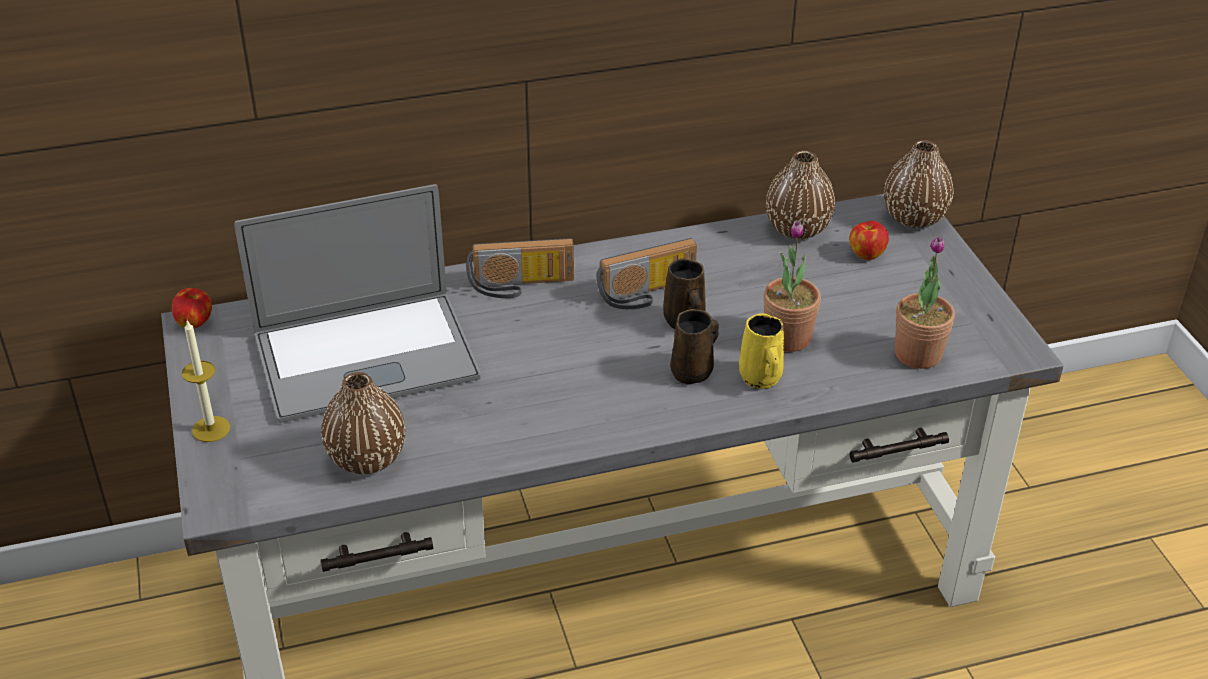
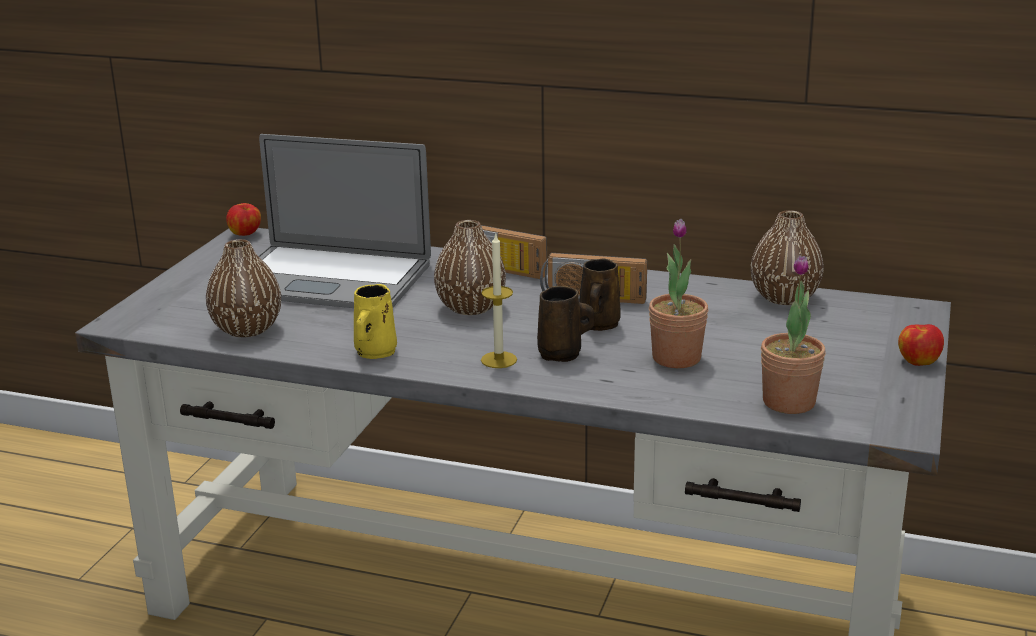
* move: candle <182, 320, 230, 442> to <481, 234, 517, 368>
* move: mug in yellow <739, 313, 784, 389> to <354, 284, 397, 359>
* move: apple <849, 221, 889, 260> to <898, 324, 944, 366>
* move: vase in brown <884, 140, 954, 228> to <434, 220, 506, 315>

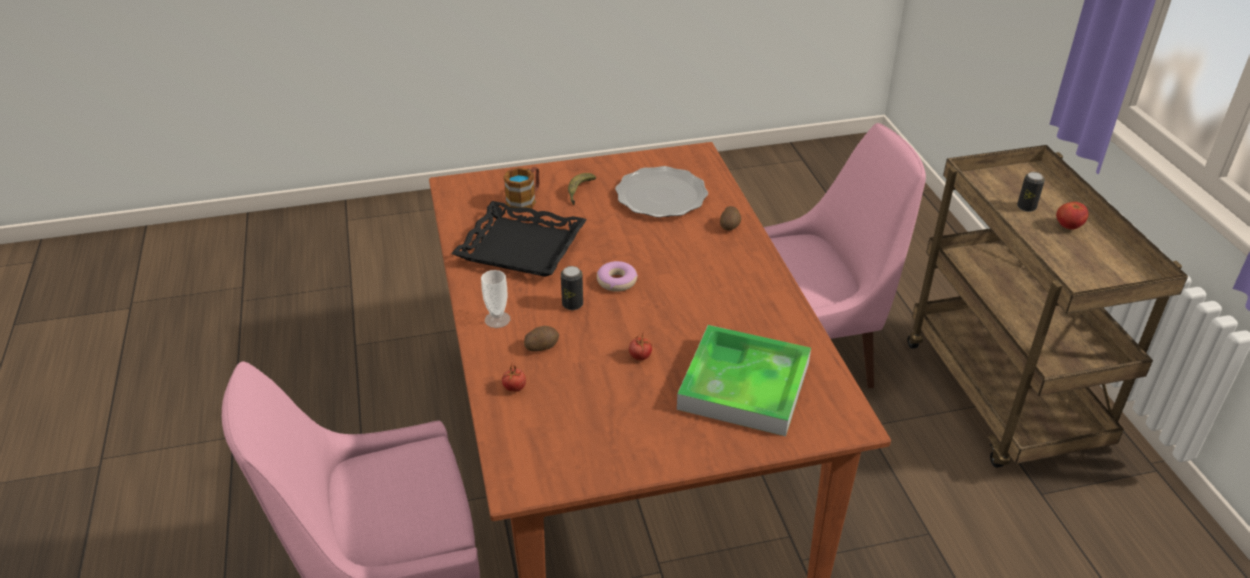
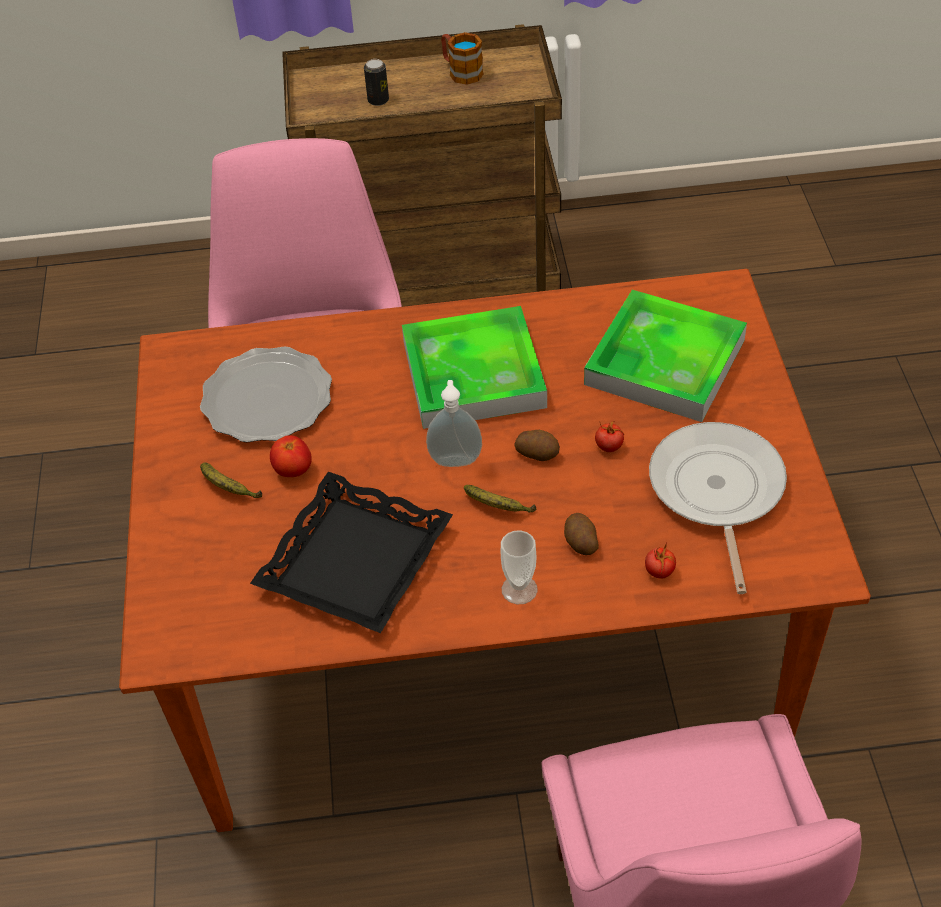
* insert: tray <402, 306, 547, 429>
* insert: frying pan <649, 422, 787, 594>
* move: mug <504, 167, 539, 209> to <441, 32, 483, 85>
* move: potato <720, 206, 741, 230> to <514, 430, 560, 461>
* move: tomato <1056, 202, 1088, 229> to <270, 435, 312, 477>
* replace: can <561, 266, 583, 310> to banana <464, 485, 536, 513>
* replace: donut <597, 261, 638, 292> to soap dispenser <426, 380, 482, 467>

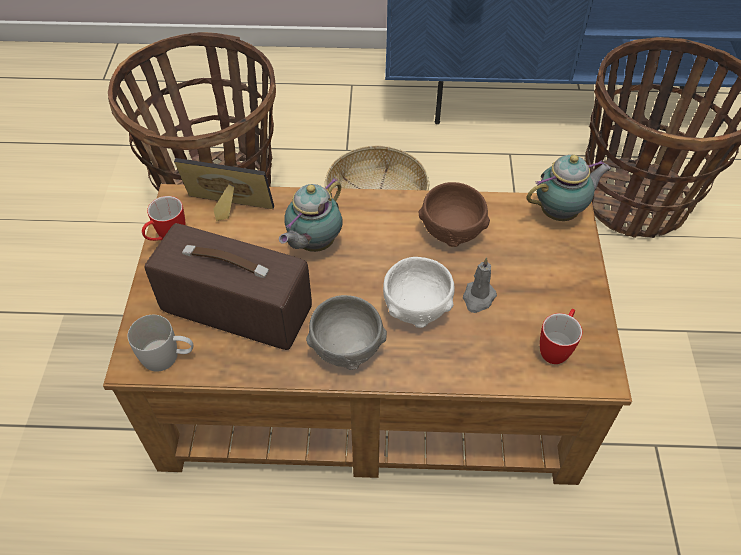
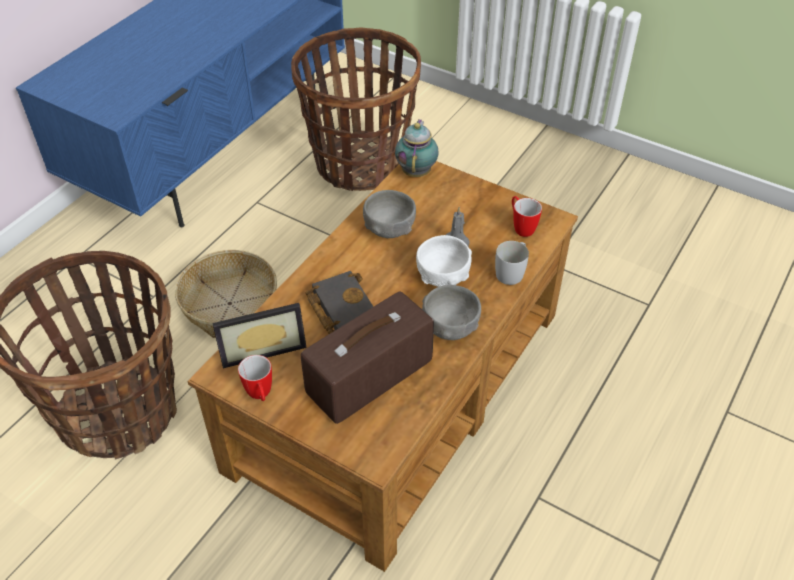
* move: mug in white <128, 315, 193, 372> to <495, 241, 529, 285>
* replace: teapot <279, 178, 343, 252> to book in black <305, 271, 373, 334>
* recolor: bowl in brown <419, 182, 490, 247> to bowl in grey <363, 190, 416, 238>
* rotate: picture frame <174, 158, 274, 221> = <212, 303, 307, 368> 150 degrees counterclockwise

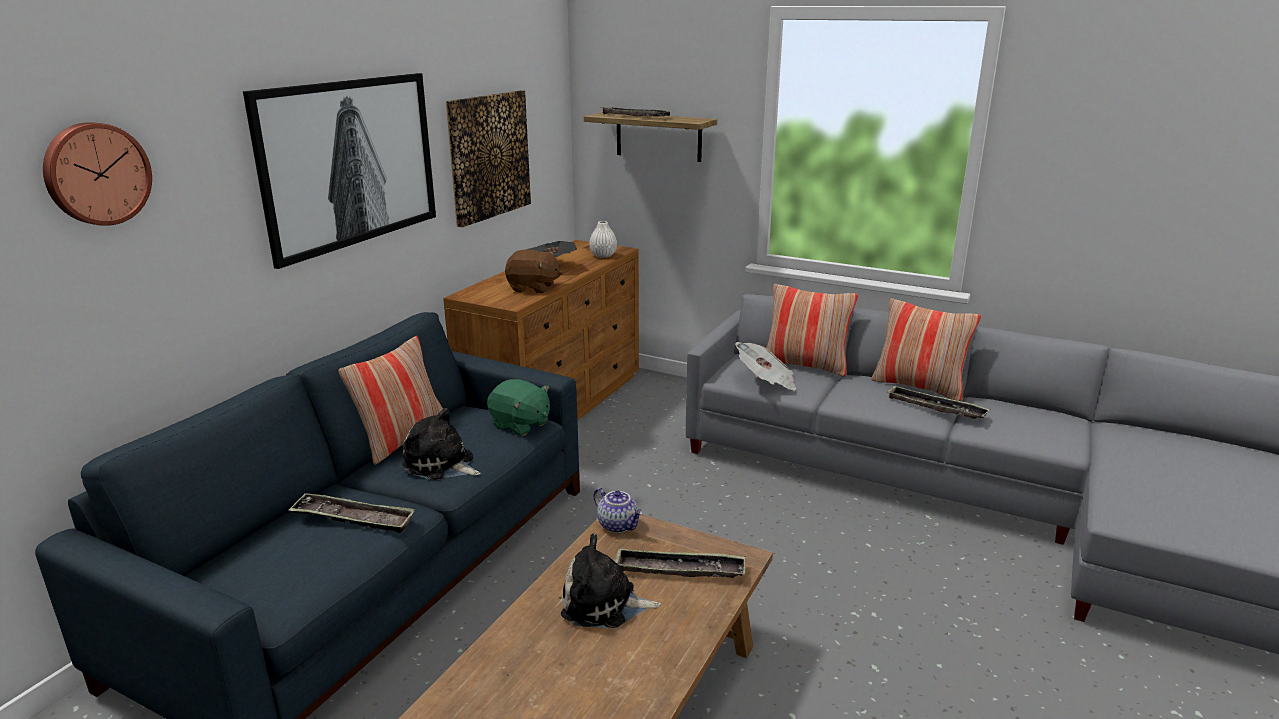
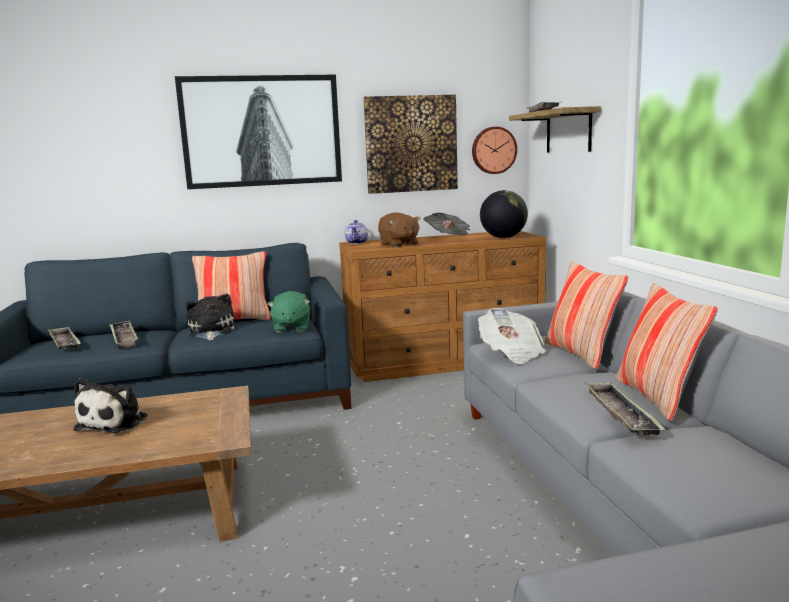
* move: wall clock <43, 122, 152, 226> to <472, 127, 517, 174>
* move: teapot <593, 488, 643, 533> to <345, 220, 368, 244>
* move: tray <615, 548, 745, 578> to <48, 327, 81, 349>
* replace: vase in white <589, 221, 617, 258> to globe <480, 190, 528, 238>
* rotate: plush toy <561, 534, 661, 628> = <74, 378, 148, 433> 135 degrees counterclockwise

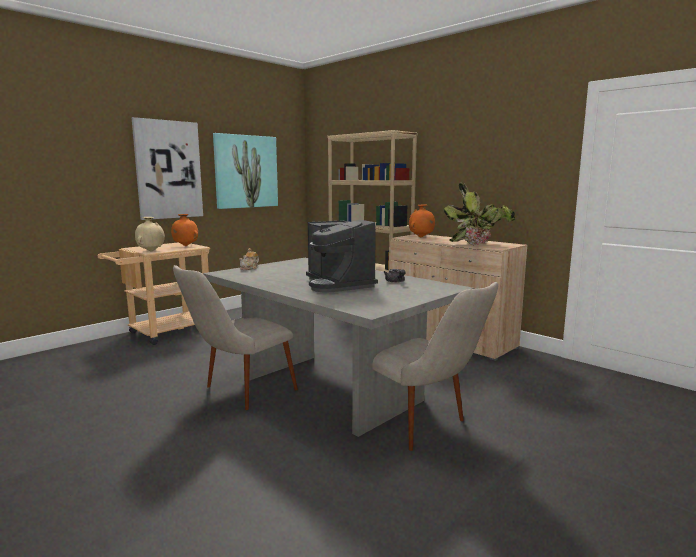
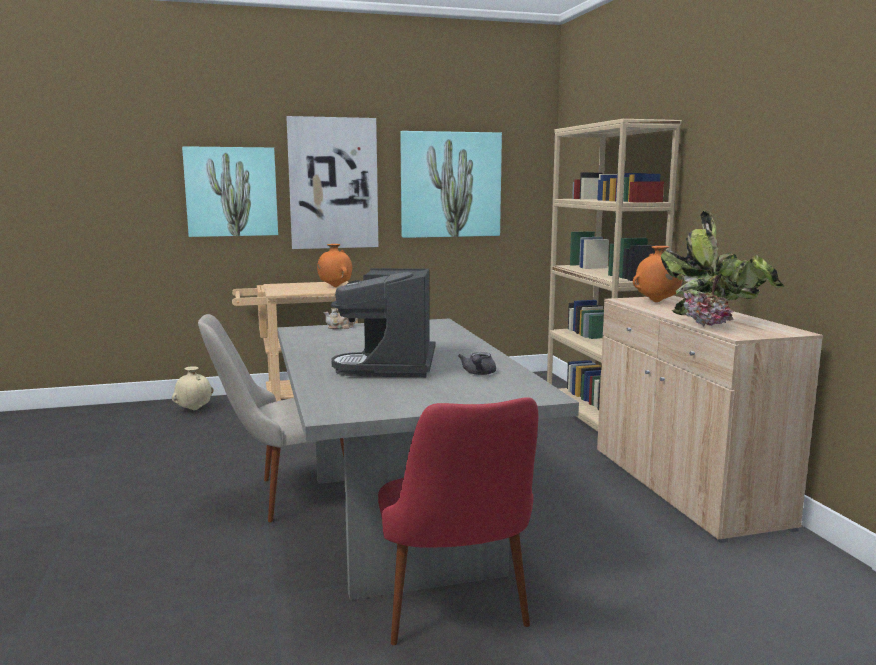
* insert: picture <182, 146, 278, 237>
* move: vase in beige <135, 217, 165, 251> to <172, 366, 214, 410>
* recolor: chair in beige <372, 282, 498, 451> to chair in red <378, 397, 538, 645>

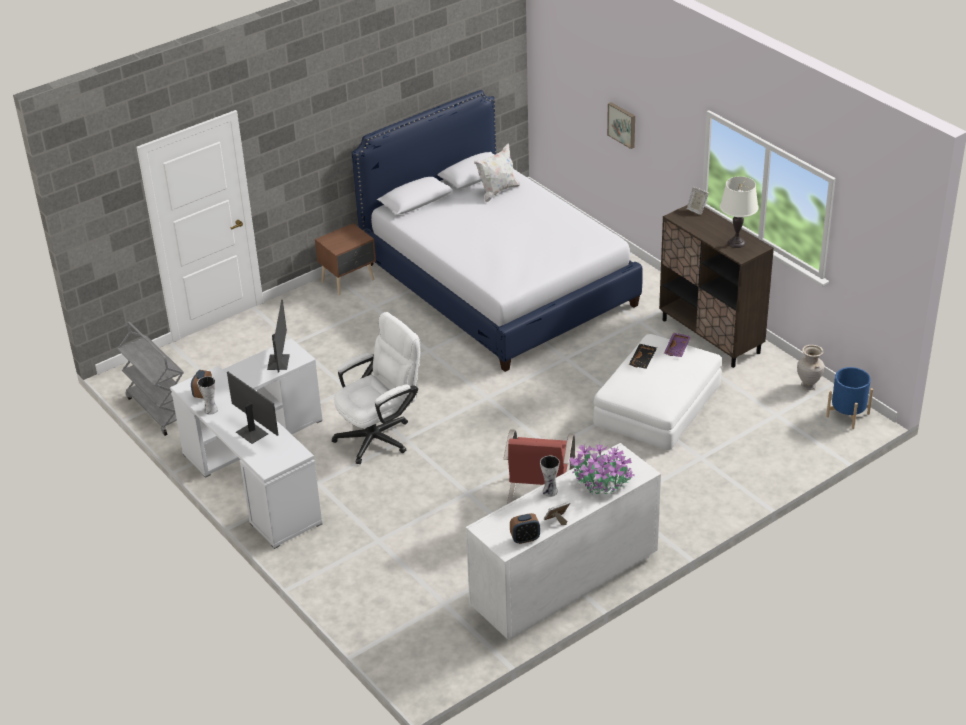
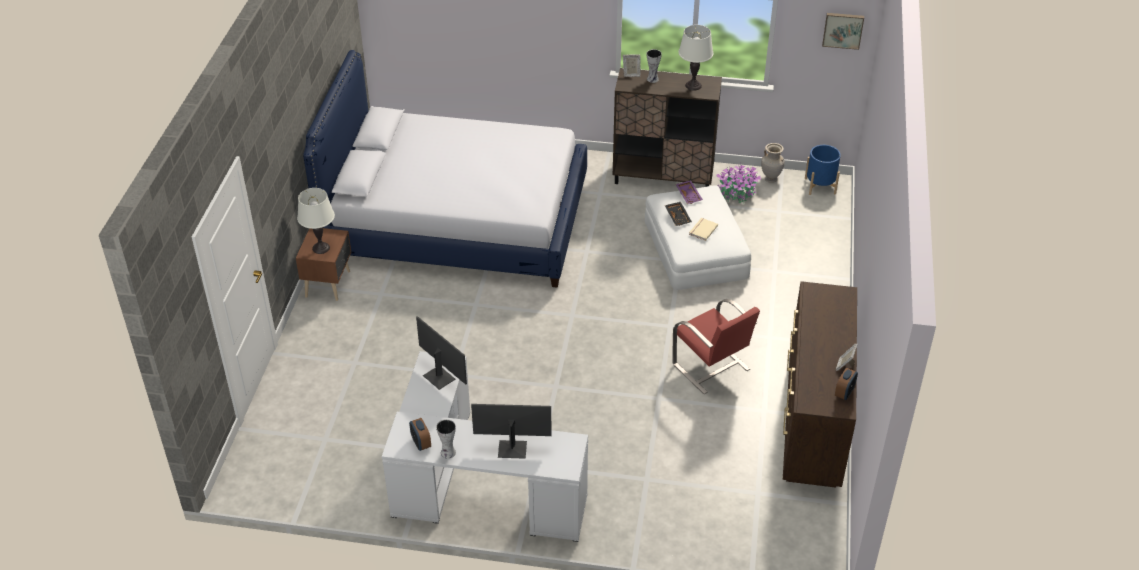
* delete: cart in grey <117, 322, 184, 436>
* delete: office chair in white <332, 312, 421, 464>
* delete: pillow in white <474, 143, 520, 202>
* insert: table lamp in white <297, 188, 335, 254>
* insert: book in beige <689, 218, 718, 241>
* move: vase <540, 456, 560, 497> to <647, 49, 662, 83>
* move: potted plant <569, 444, 635, 494> to <716, 165, 761, 204>
* move: picture <607, 102, 635, 149> to <822, 13, 864, 50>
* recolor: dresser in white <466, 443, 661, 640> to dresser in brown <783, 281, 857, 488>

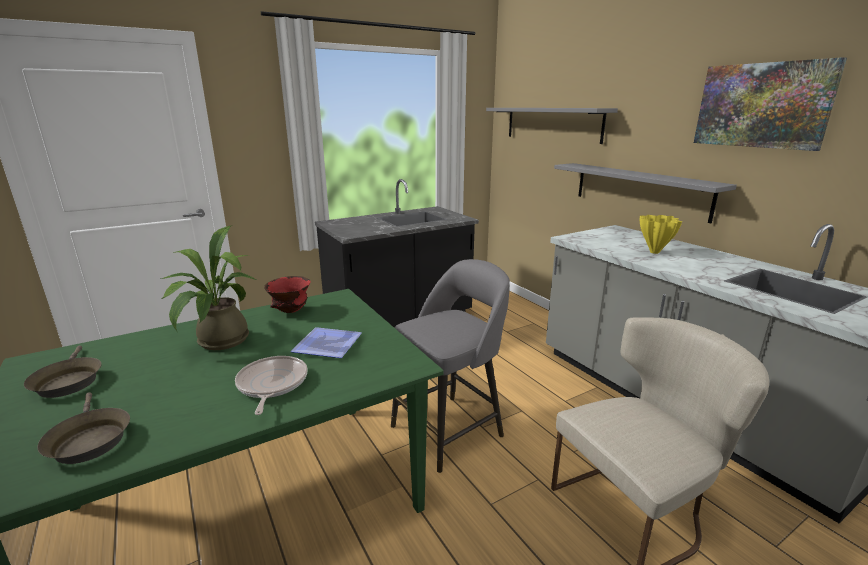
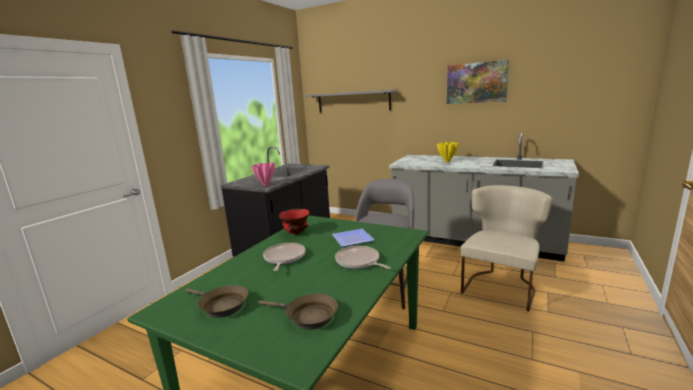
* delete: shelf in grey <554, 163, 737, 223>
* insert: vase in pink <252, 163, 275, 186>
* replace: potted plant <160, 226, 258, 350> to frying pan <263, 243, 306, 271>

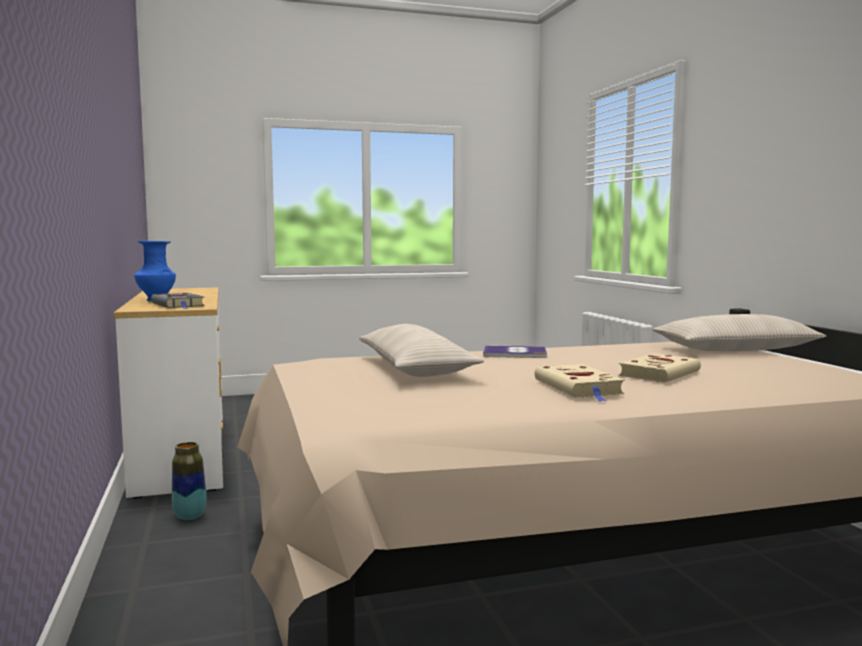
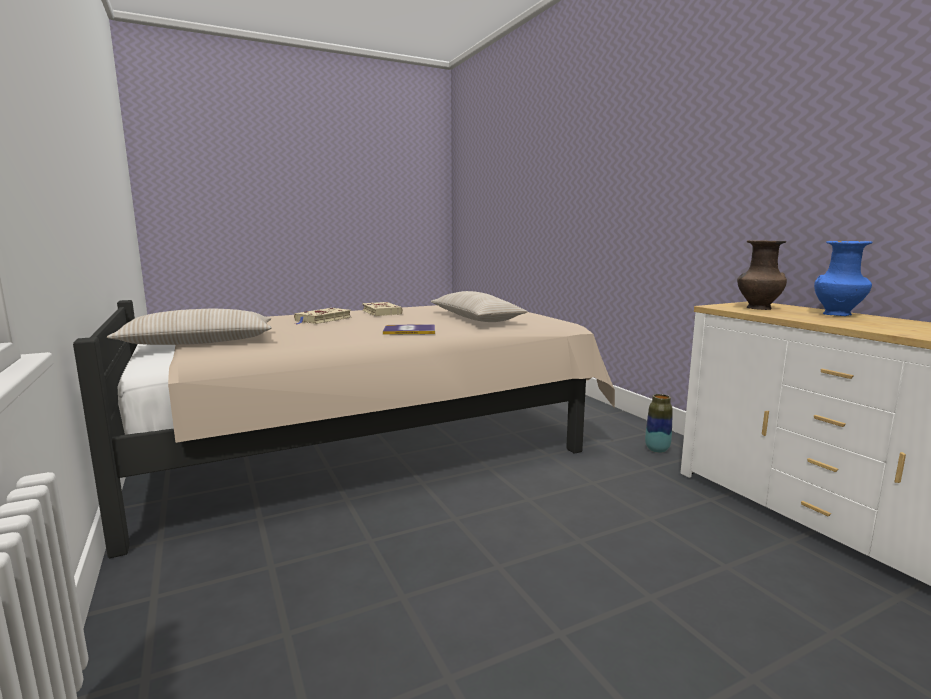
* replace: book in grey <151, 293, 205, 309> to vase in brown <737, 240, 787, 310>

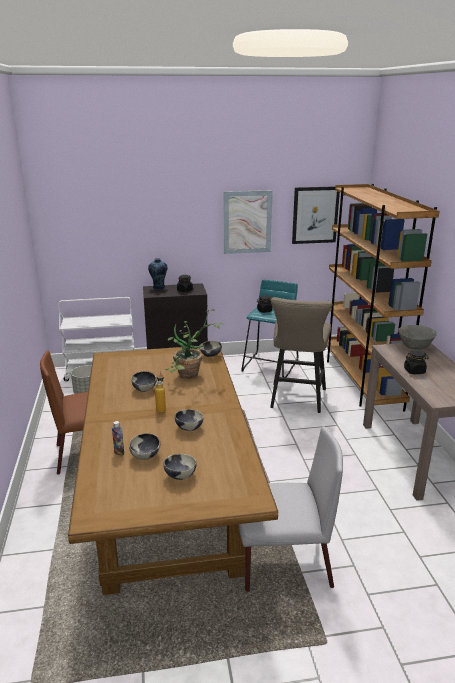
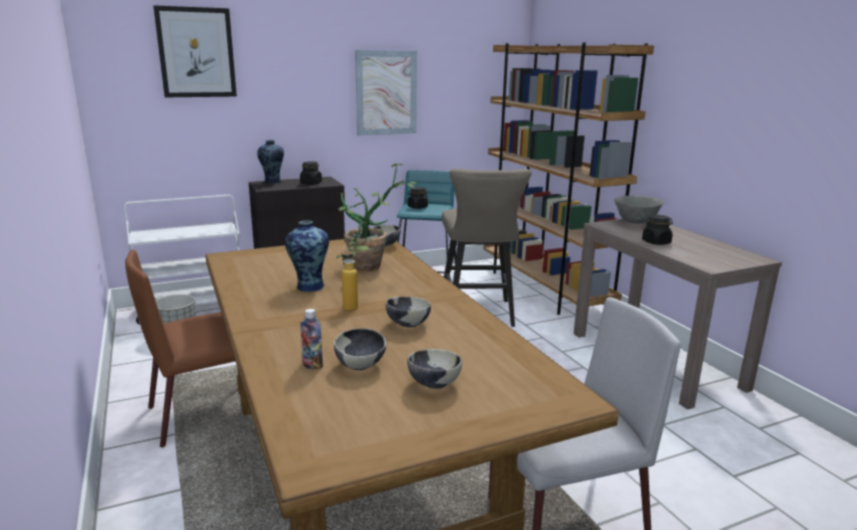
* move: picture <292, 186, 340, 244> to <153, 5, 237, 97>
* replace: bowl <131, 371, 157, 392> to vase <285, 220, 329, 292>

